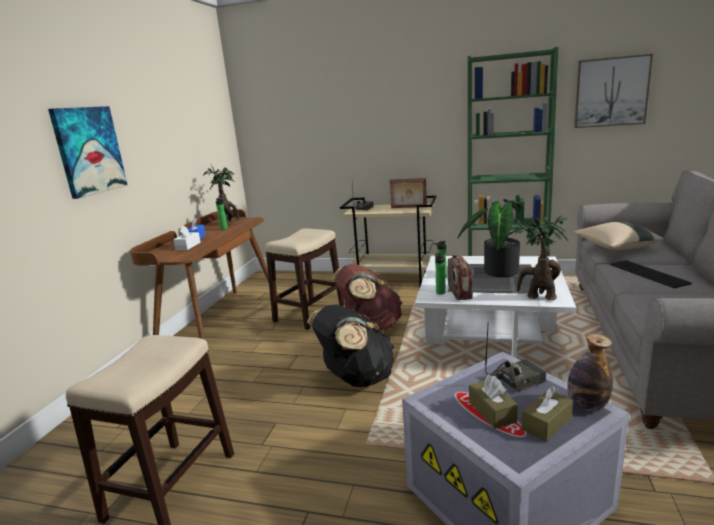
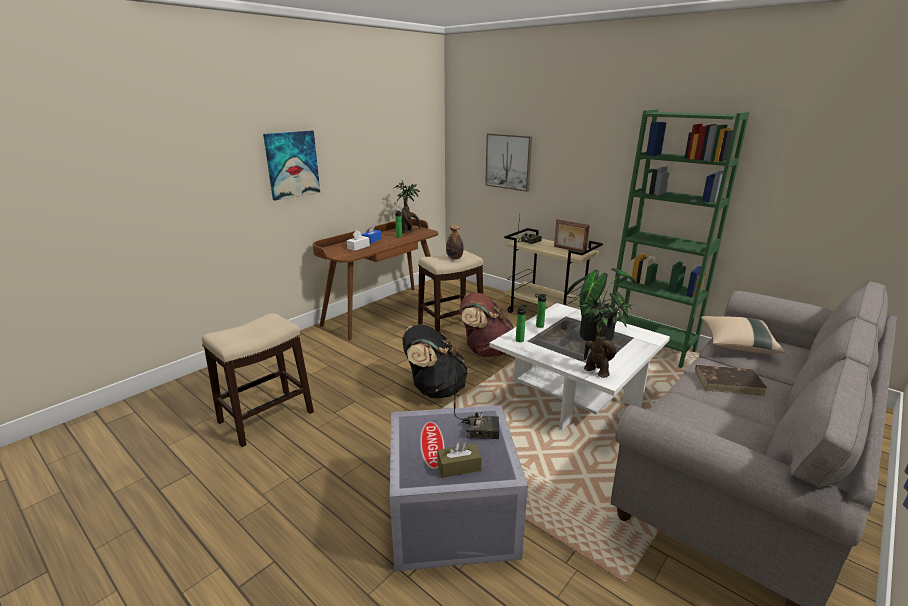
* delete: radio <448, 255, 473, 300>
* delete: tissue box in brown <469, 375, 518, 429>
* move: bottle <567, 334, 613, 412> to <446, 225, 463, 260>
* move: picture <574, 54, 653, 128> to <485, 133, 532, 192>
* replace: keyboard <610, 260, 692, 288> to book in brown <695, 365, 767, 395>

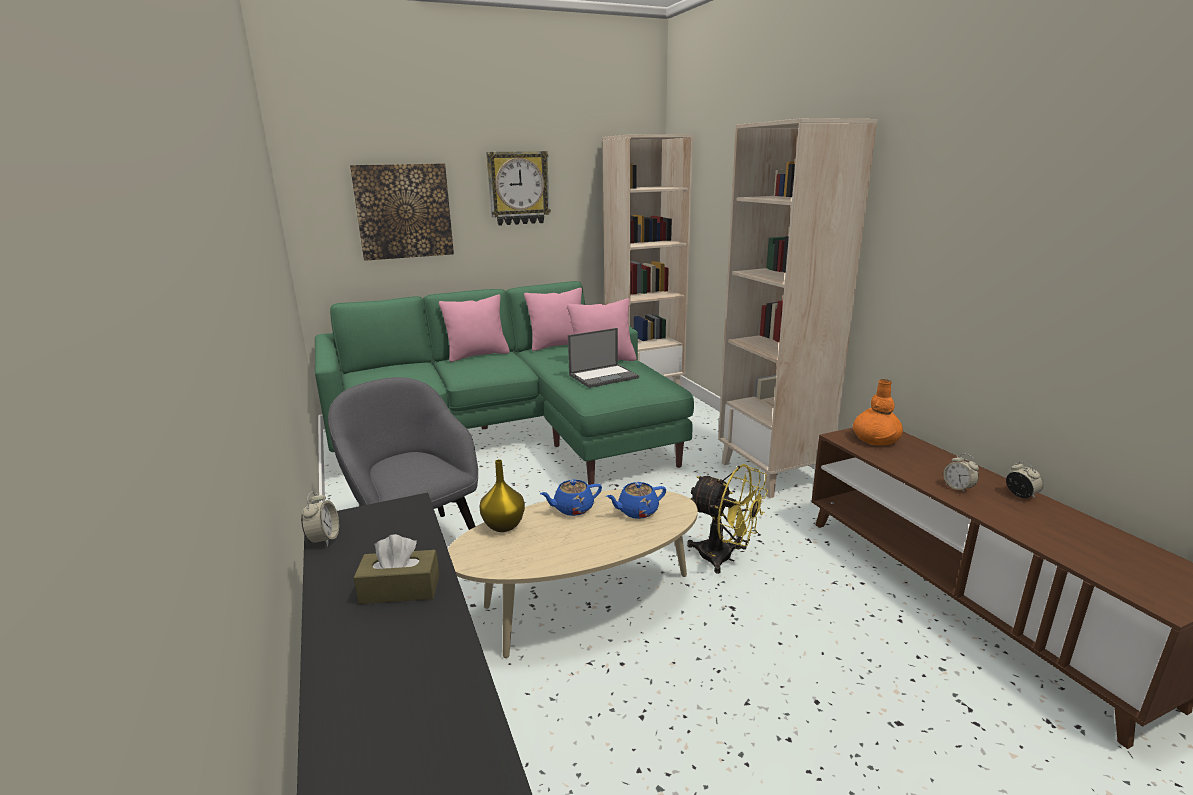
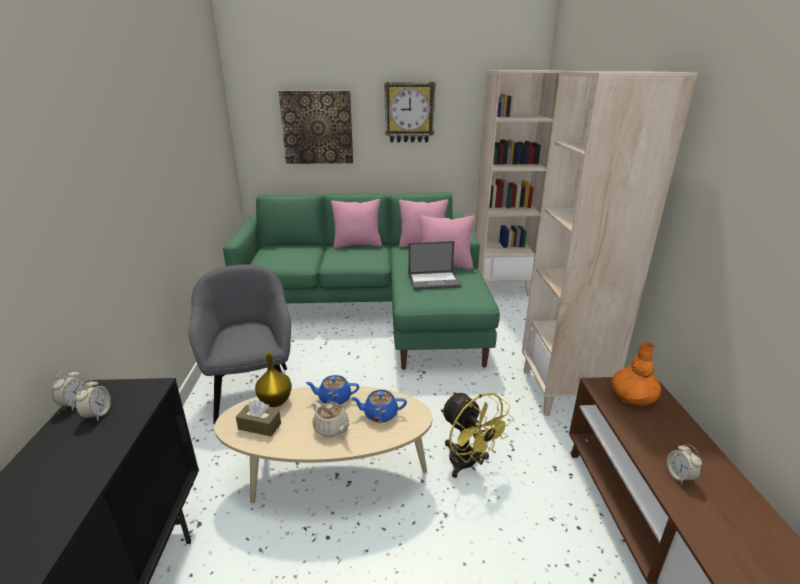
* insert: teapot in beige <312, 402, 351, 437>
* move: tissue box in brown <354, 534, 439, 604> to <236, 400, 281, 437>
* move: alarm clock <1006, 461, 1044, 499> to <75, 379, 111, 421>

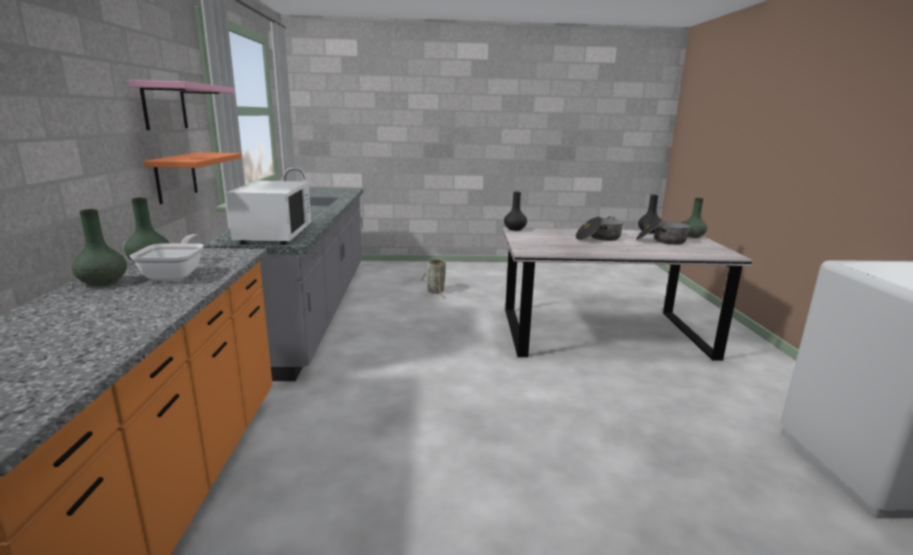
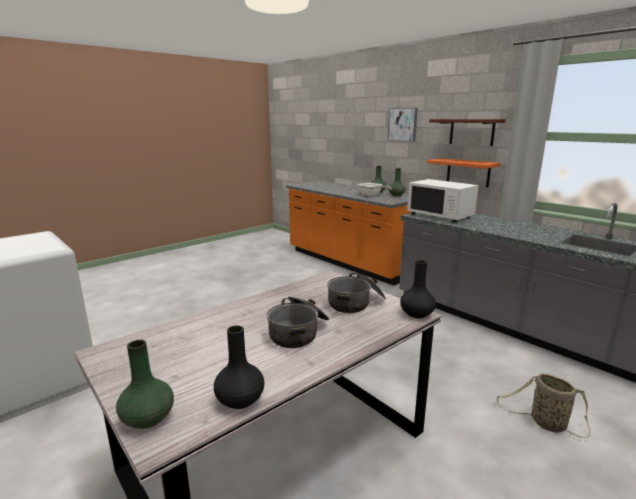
* insert: picture <388, 108, 418, 142>
* move: cooking pot <636, 219, 690, 245> to <327, 272, 386, 313>
* recolor: shelf in pink <129, 80, 234, 130> to shelf in brown <429, 119, 506, 146>

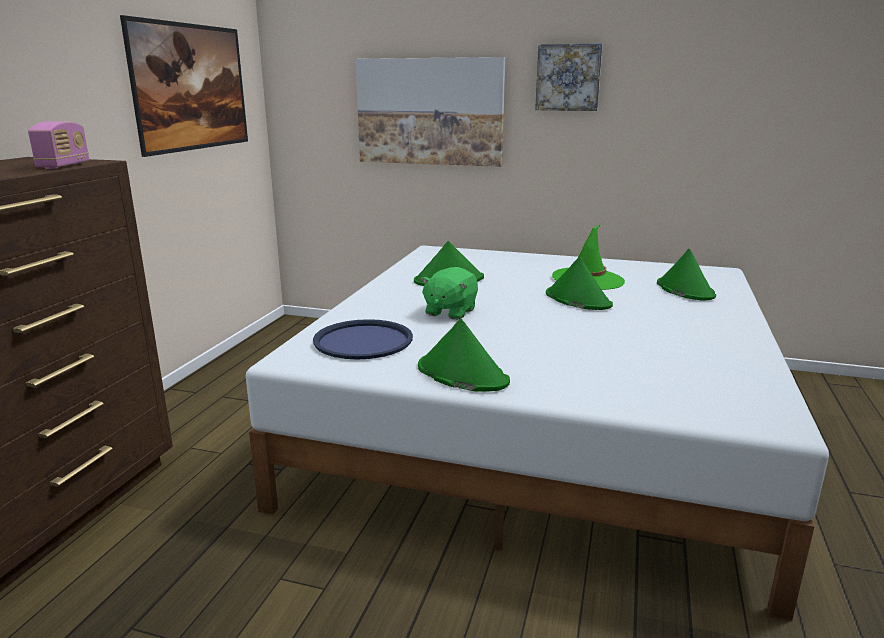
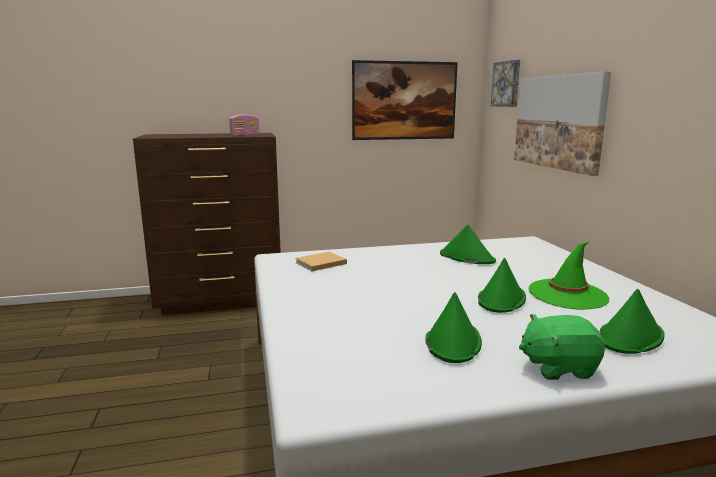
* move: hat in green <418, 318, 510, 392> to <425, 292, 482, 363>
* move: plush toy in green <420, 267, 478, 320> to <519, 314, 605, 380>
* move: picture <535, 43, 603, 111> to <491, 60, 520, 107>
* replace: tray in blue <313, 319, 413, 360> to book in beige <295, 252, 347, 271>

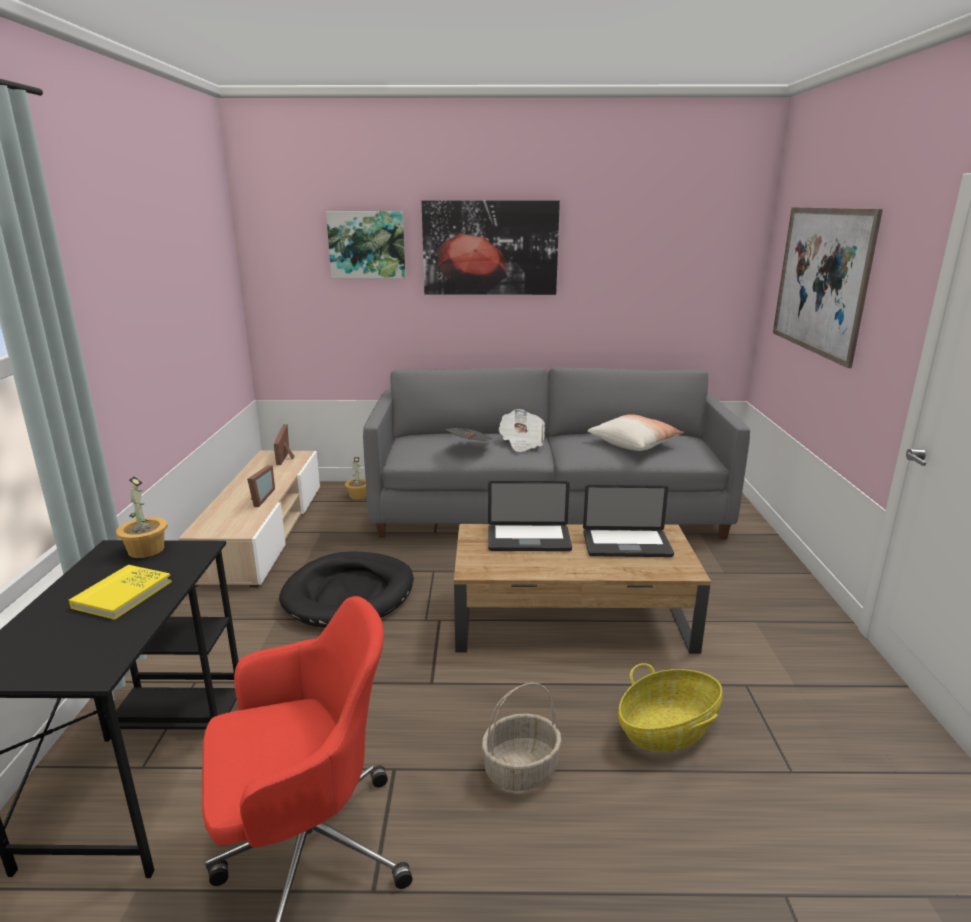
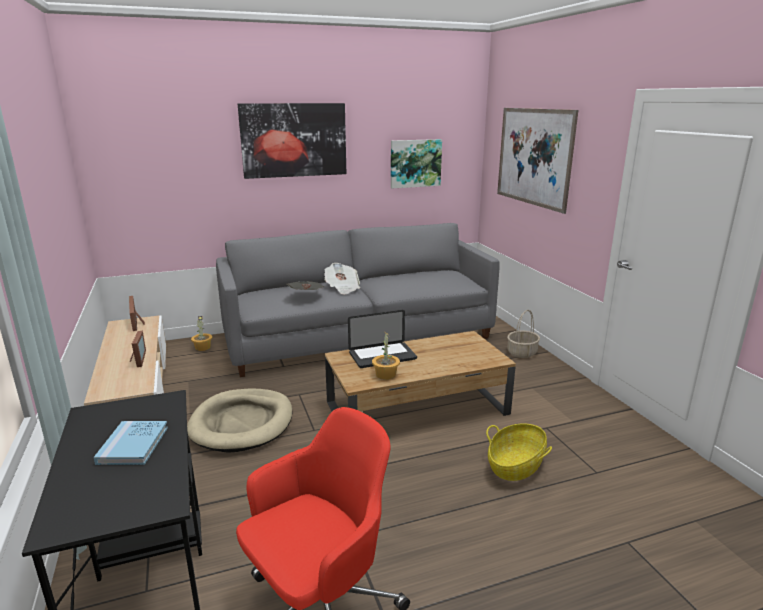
* delete: laptop <583, 485, 674, 557>
* delete: pillow <587, 414, 684, 451>
* move: potted plant <116, 476, 168, 558> to <372, 331, 400, 380>
* move: picture <326, 211, 406, 278> to <391, 139, 442, 188>
* move: basket <482, 683, 561, 791> to <507, 310, 540, 358>
* recolor: book in yellow <69, 565, 172, 620> to book in blue <93, 421, 168, 465>
* recolor: dog bed in black <279, 551, 414, 628> to dog bed in beige <187, 388, 292, 453>

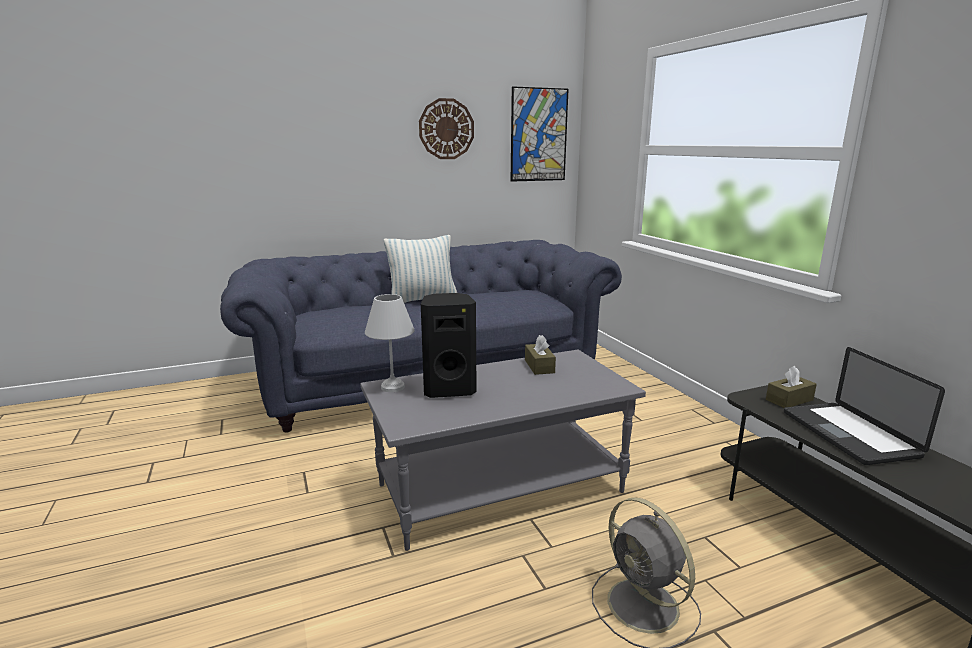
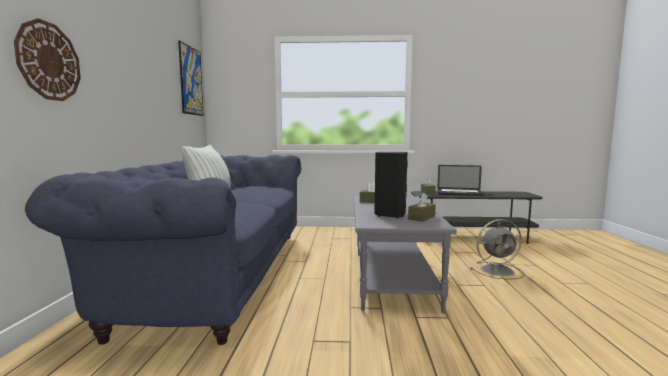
* delete: table lamp in white <365, 294, 415, 392>
* insert: tissue box in brown <408, 193, 436, 222>
* move: wall clock <419, 98, 474, 159> to <14, 18, 81, 101>

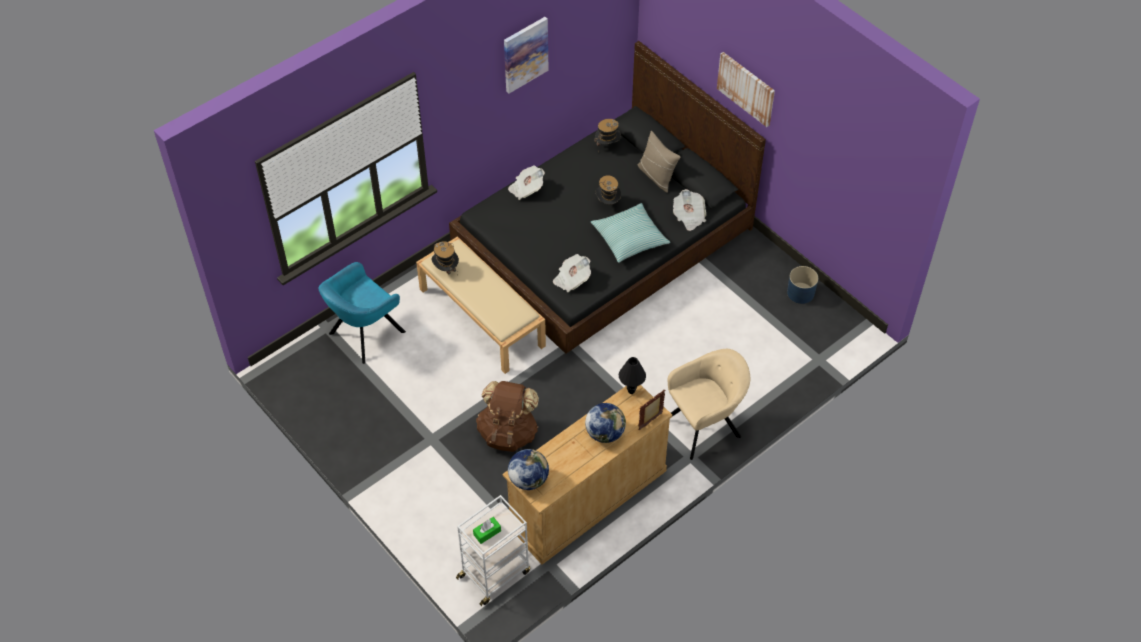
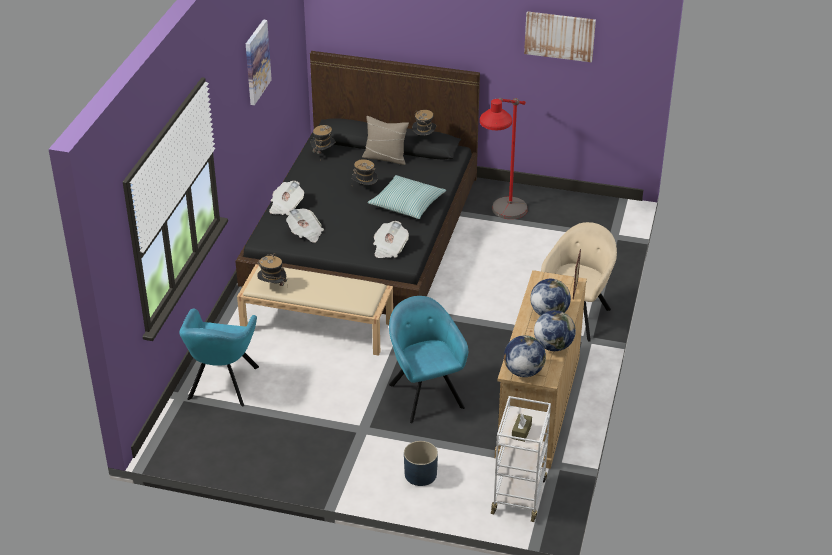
* delete: table lamp in black <619, 357, 646, 394>
* insert: hat <412, 110, 436, 136>
* insert: floor lamp in red <480, 98, 528, 219>
* insert: globe <534, 310, 576, 351>
* move: newspaper <673, 189, 706, 231> to <286, 208, 324, 243>
* move: picture <717, 52, 775, 127> to <524, 11, 596, 62>
* move: planter in blue <787, 266, 818, 304> to <404, 441, 438, 486>
* replace: backpack in brown <476, 381, 539, 452> to armchair in turquoise <389, 296, 468, 423>
* recolor: tissue box in green <473, 517, 501, 544> to tissue box in brown <512, 413, 532, 442>

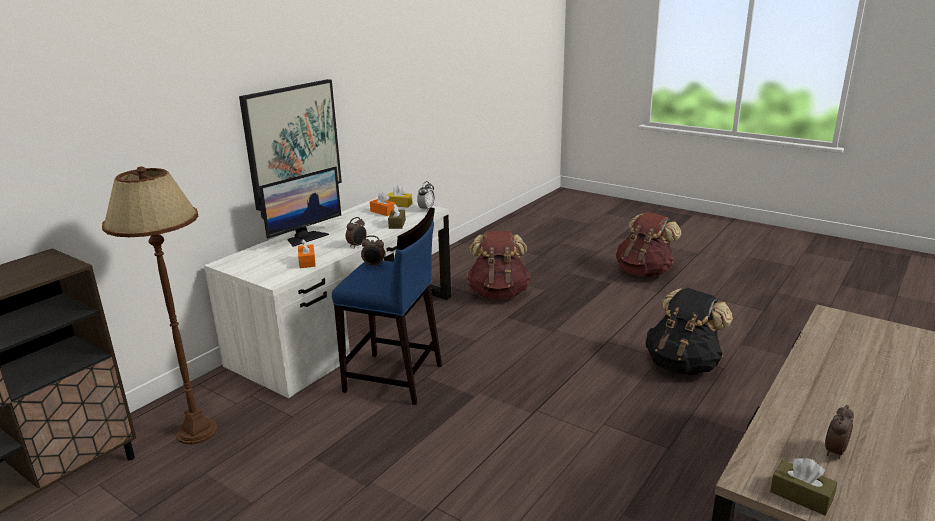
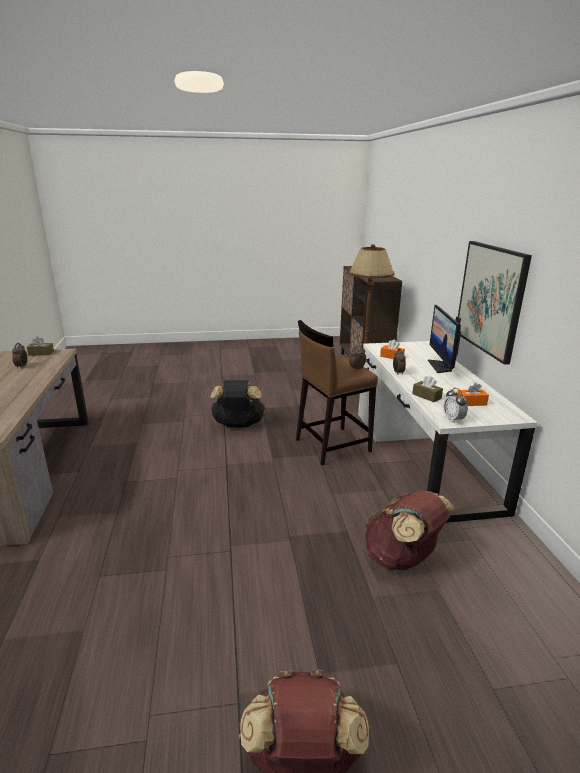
* delete: tissue box in yellow <387, 185, 412, 207>
* move: backpack in black <646, 288, 733, 375> to <211, 380, 265, 428>
* recolor: stool in blue <332, 207, 442, 405> to stool in brown <296, 320, 378, 465>

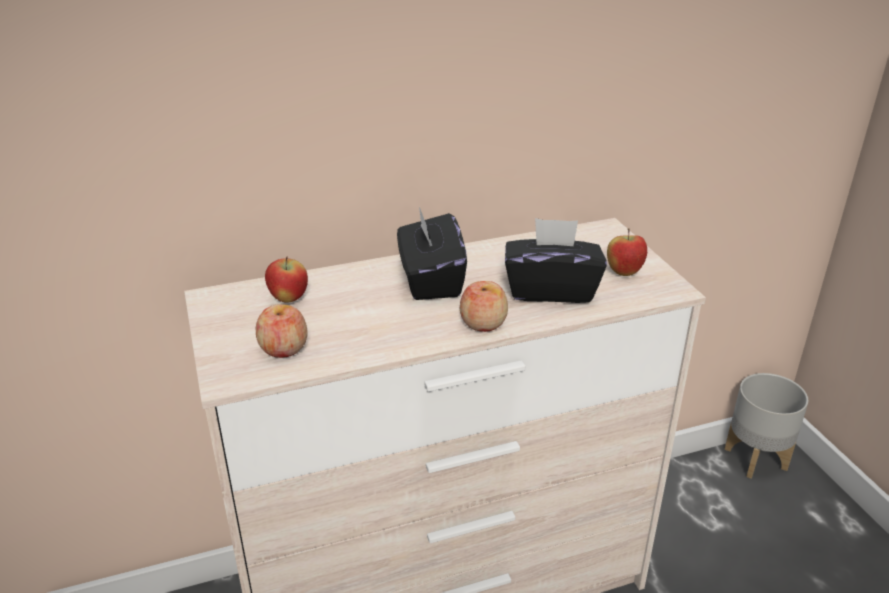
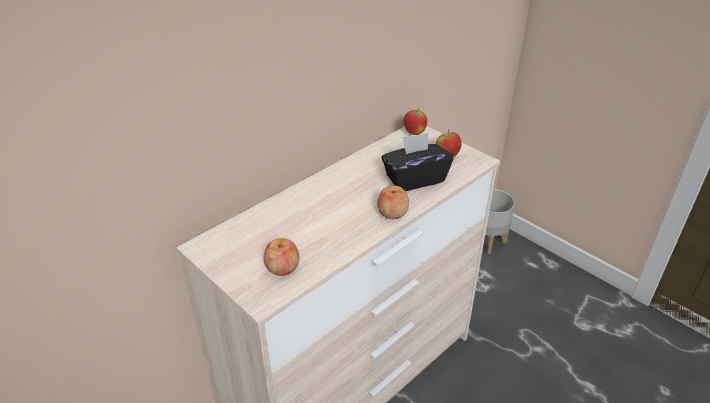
* delete: tissue box in black <397, 207, 467, 300>
* move: apple <265, 257, 308, 303> to <404, 109, 427, 135>

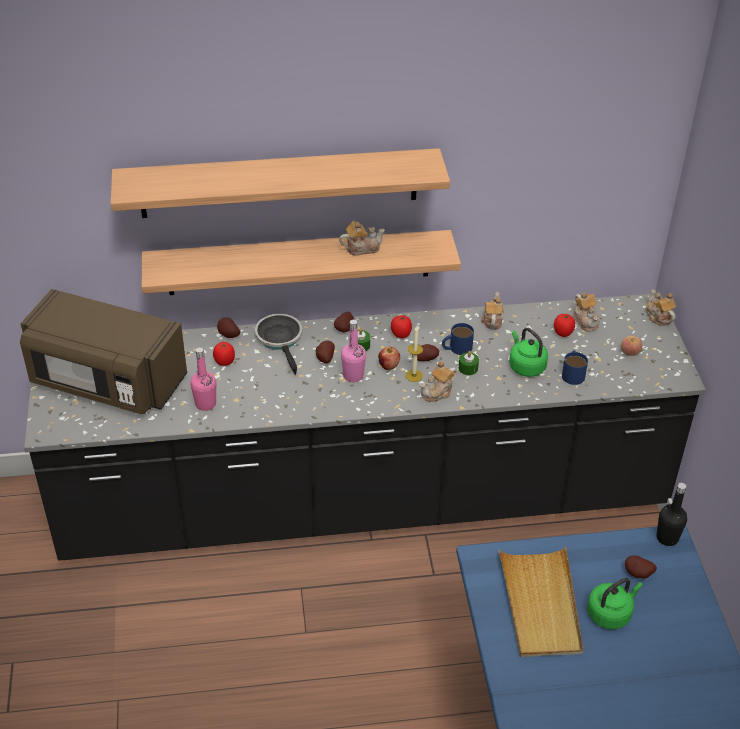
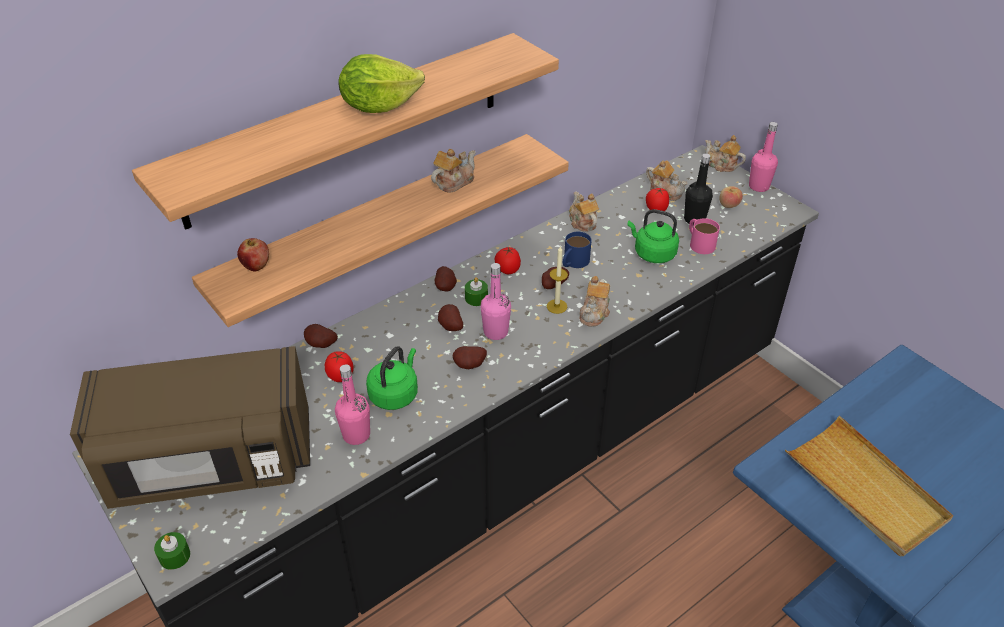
* delete: frying pan <255, 314, 302, 375>
* insert: lettuce <339, 54, 425, 113>
* insert: bottle in pink <749, 122, 778, 192>
* move: apple <378, 347, 400, 370> to <237, 238, 269, 272>
* move: candle in green <458, 351, 479, 375> to <154, 532, 190, 570>
* move: kettle in green <587, 578, 643, 629> to <366, 346, 418, 410>
* move: potato <625, 555, 657, 579> to <453, 346, 487, 369>
* move: bottle in black <656, 483, 687, 546> to <684, 153, 713, 225>
* recolor: mug in blue <562, 350, 588, 385> to mug in pink <689, 218, 720, 254>

